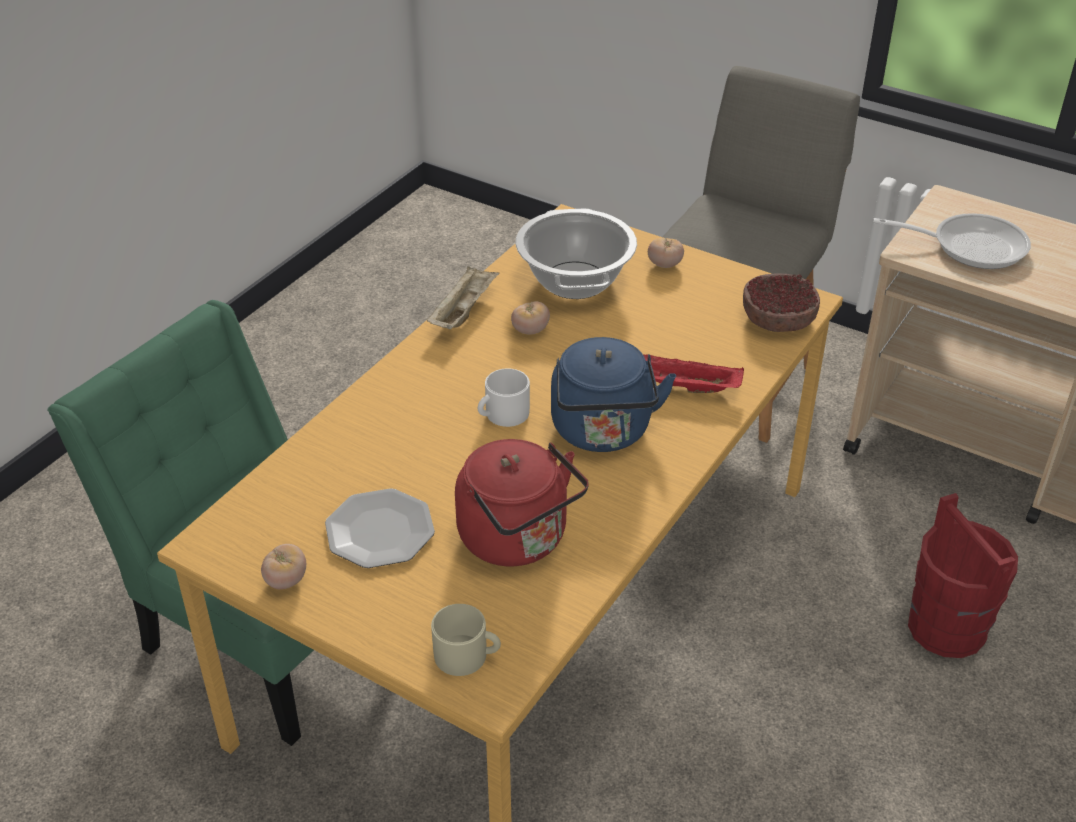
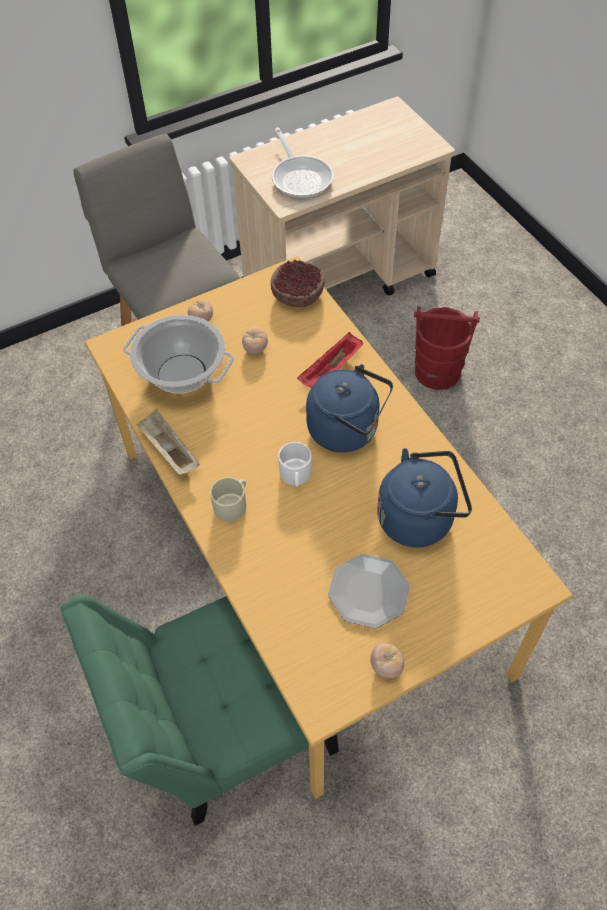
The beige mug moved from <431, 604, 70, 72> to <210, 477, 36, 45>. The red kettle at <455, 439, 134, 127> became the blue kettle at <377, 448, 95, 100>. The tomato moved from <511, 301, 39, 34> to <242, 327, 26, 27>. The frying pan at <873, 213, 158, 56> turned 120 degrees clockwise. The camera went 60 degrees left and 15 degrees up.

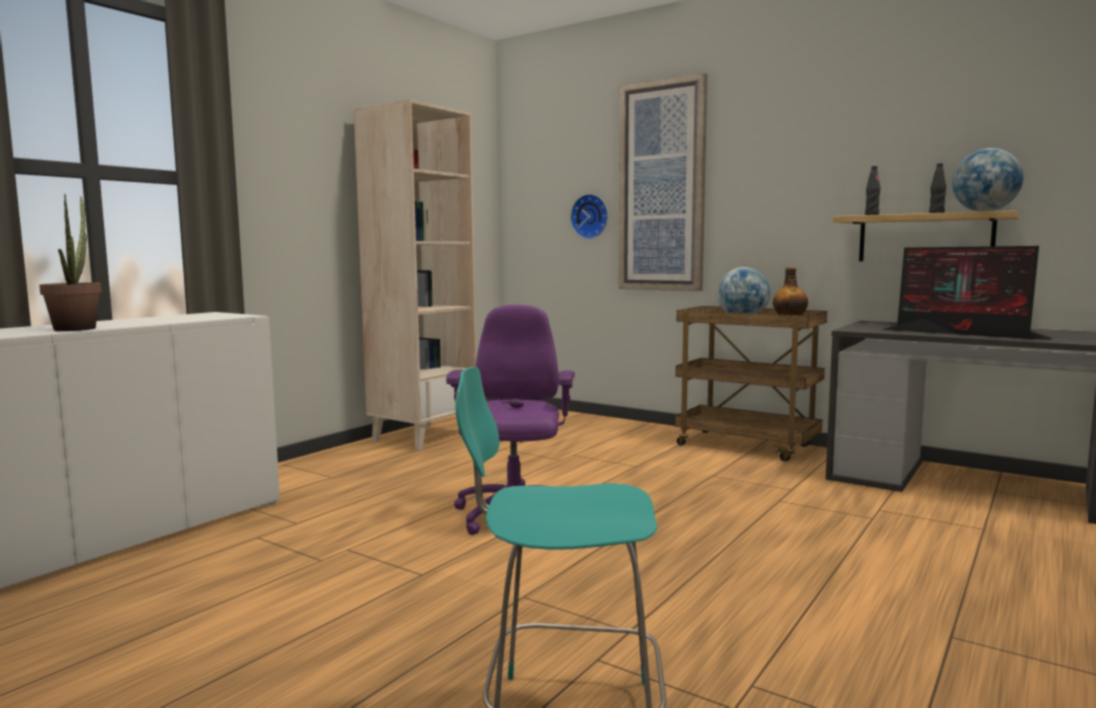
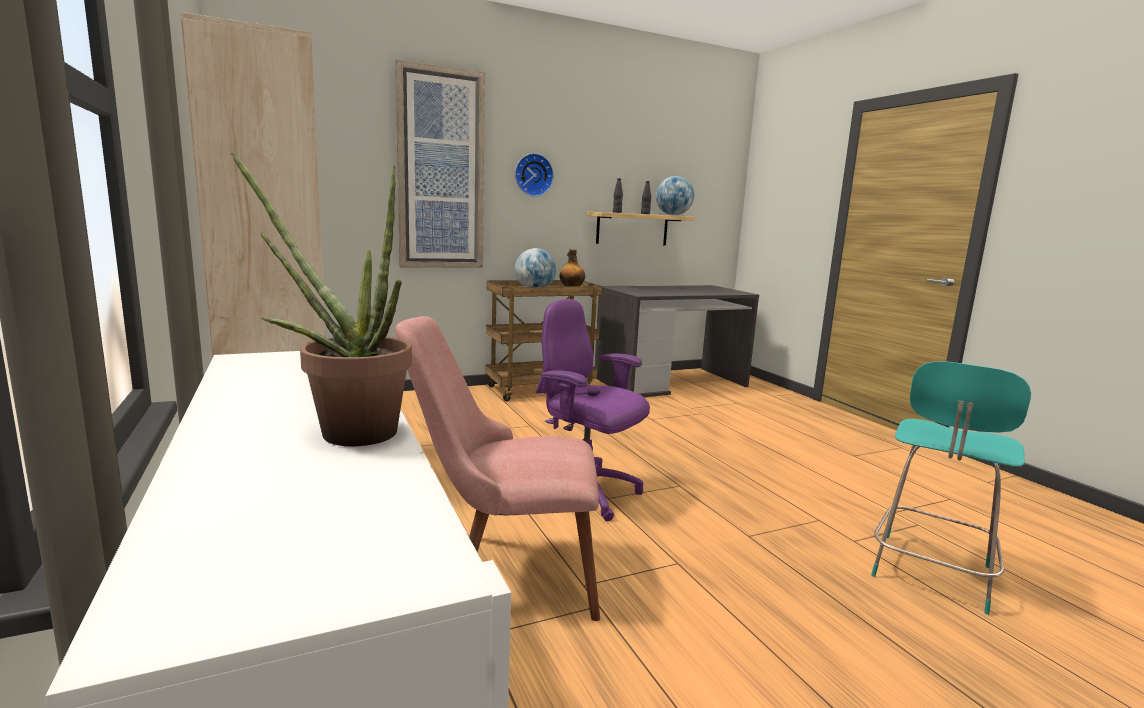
The wall clock moved from <570, 194, 38, 45> to <515, 153, 39, 44>. The monitor at <881, 246, 171, 94> disappeared. The pink chair at <395, 316, 205, 305> appeared. The camera went 60 degrees left and 5 degrees up.

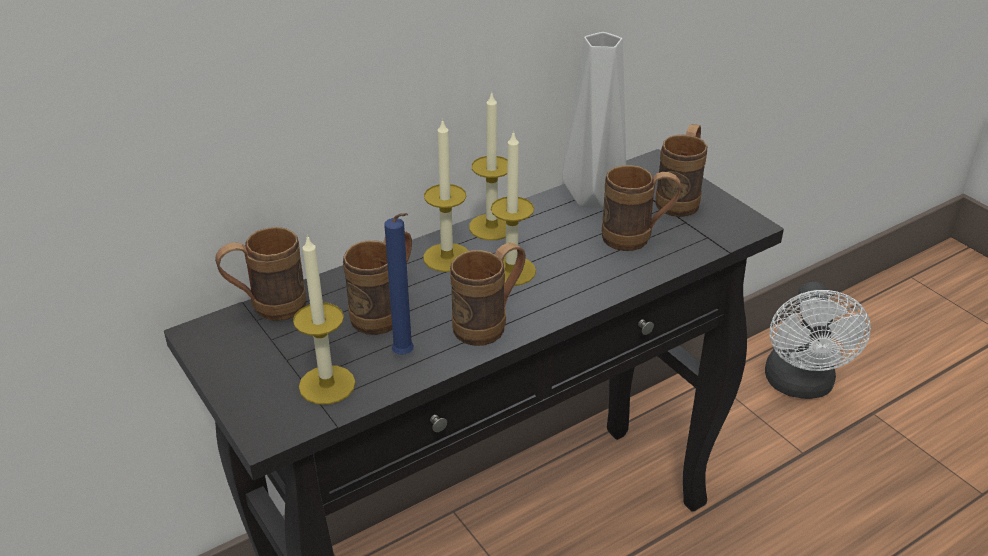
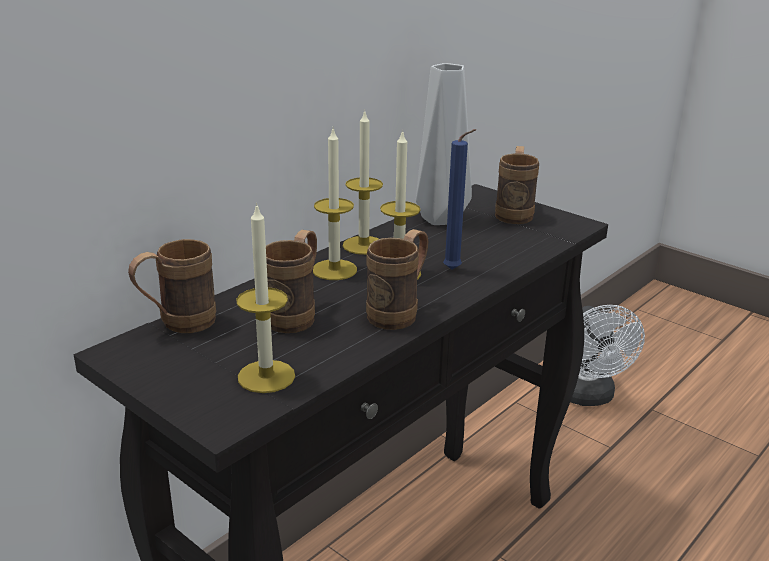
The blue candle moved from <384, 213, 30, 142> to <443, 129, 33, 141>. The brown mug at <602, 165, 79, 86> disappeared. The camera went 15 degrees left and 10 degrees down.

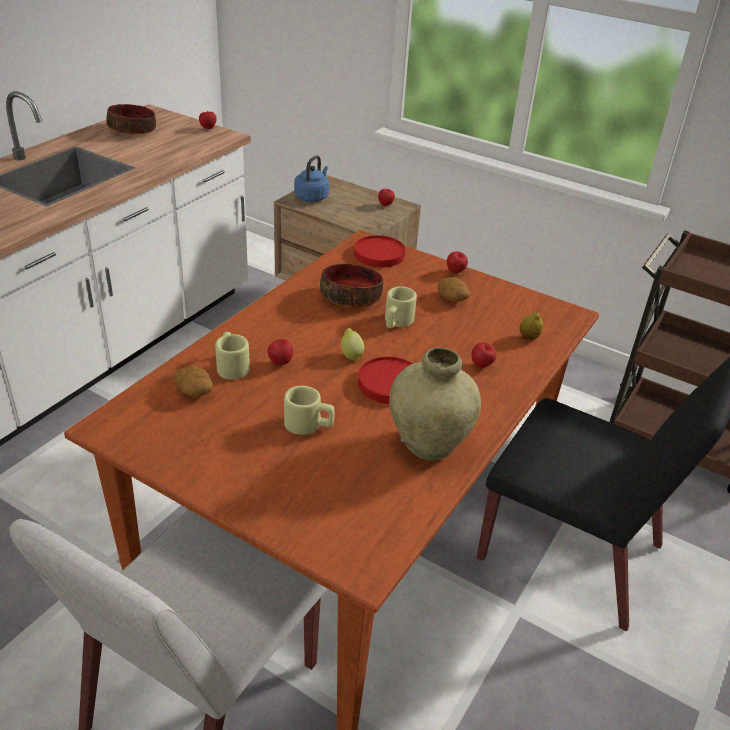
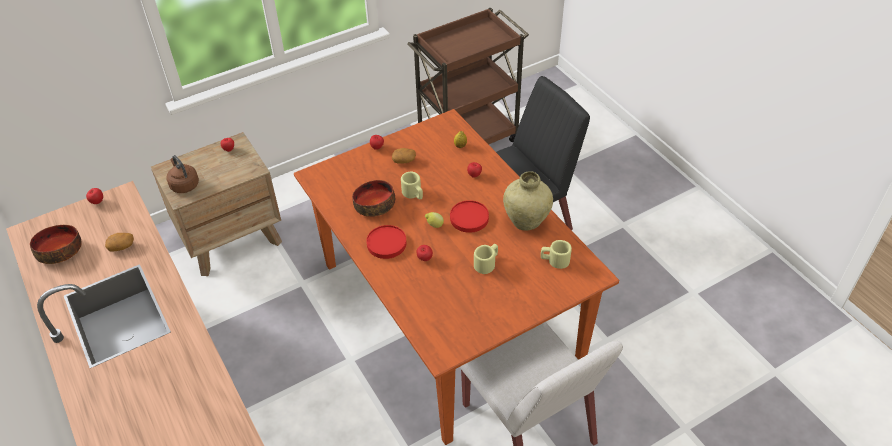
The potato moved from <174, 366, 39, 31> to <105, 233, 29, 19>. The beige mug moved from <215, 332, 35, 48> to <541, 240, 31, 29>. The blue kettle at <294, 155, 35, 47> became the brown kettle at <167, 155, 32, 38>. The red plate moved from <354, 235, 51, 32> to <366, 225, 41, 34>. The camera went 60 degrees left and 10 degrees up.

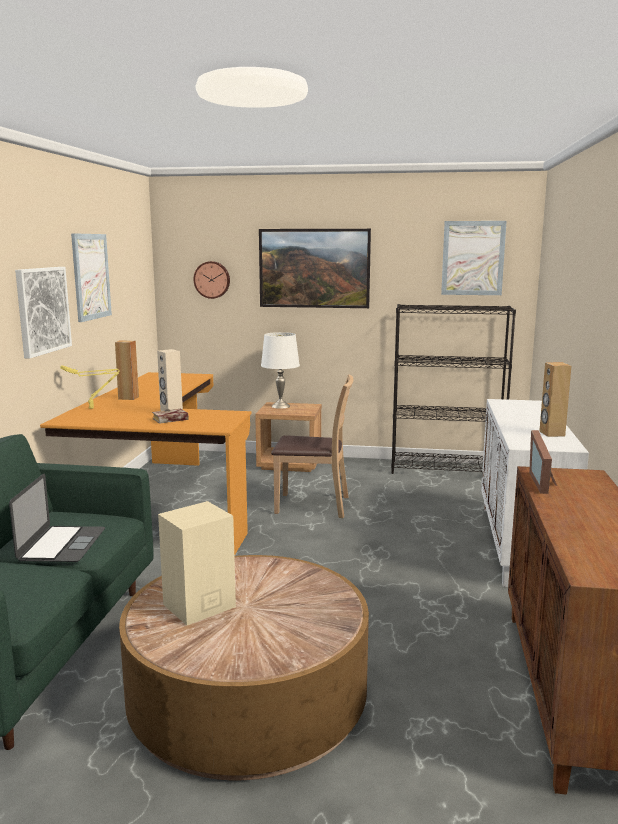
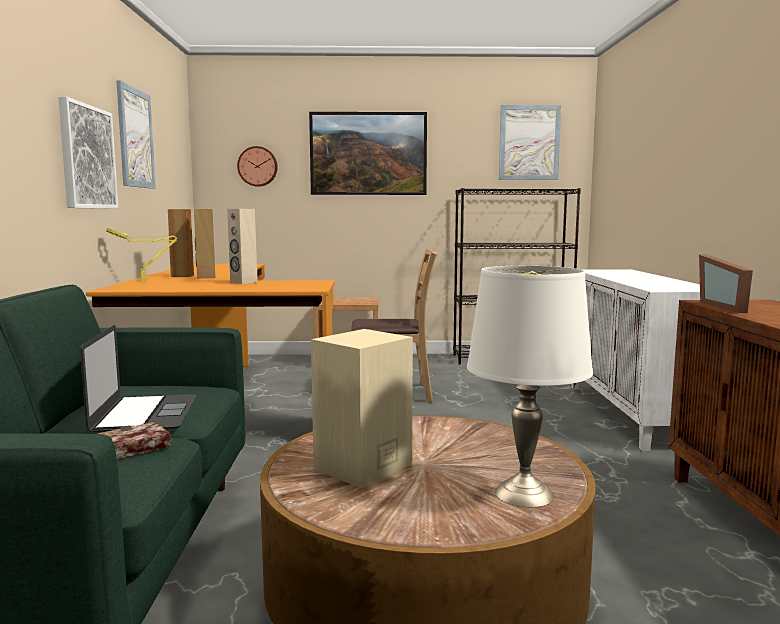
The book moved from <152, 409, 37, 15> to <97, 422, 74, 37>. The white table lamp moved from <261, 332, 39, 77> to <467, 266, 126, 241>. The brown speaker moved from <539, 362, 32, 75> to <194, 209, 21, 70>. The camera went 10 degrees left and 5 degrees down.

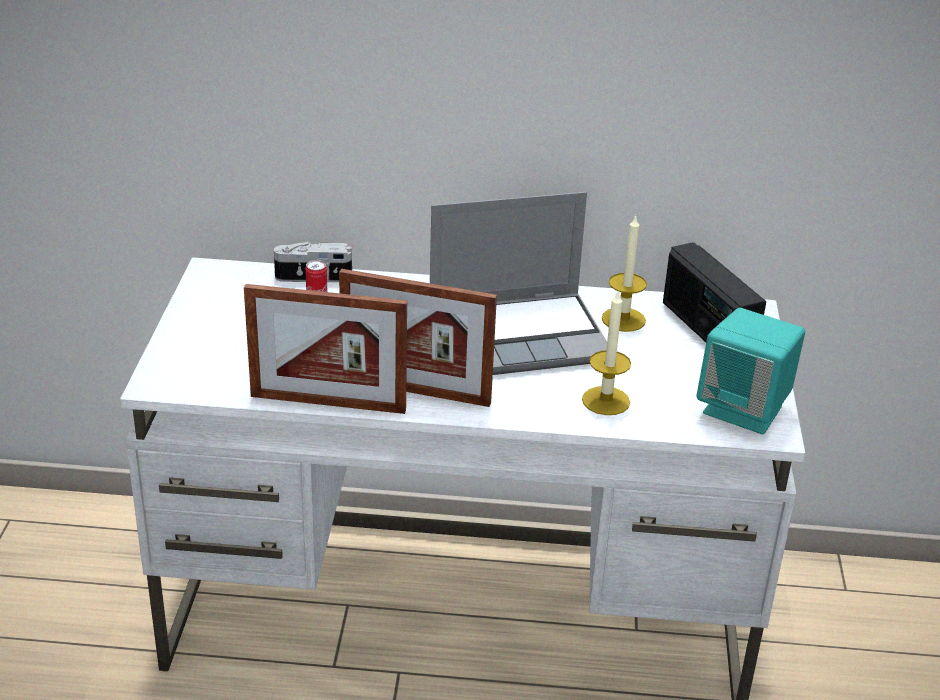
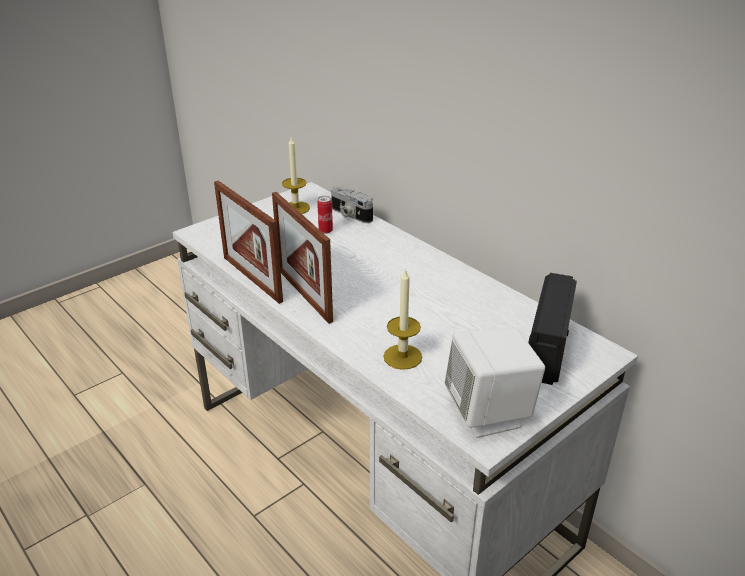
The laptop at <430, 192, 177, 183> disappeared. The candle moved from <602, 215, 45, 117> to <282, 137, 28, 77>. The turquoise speaker at <696, 308, 109, 126> became the white speaker at <445, 328, 100, 110>. The camera went 45 degrees right and 0 degrees up.

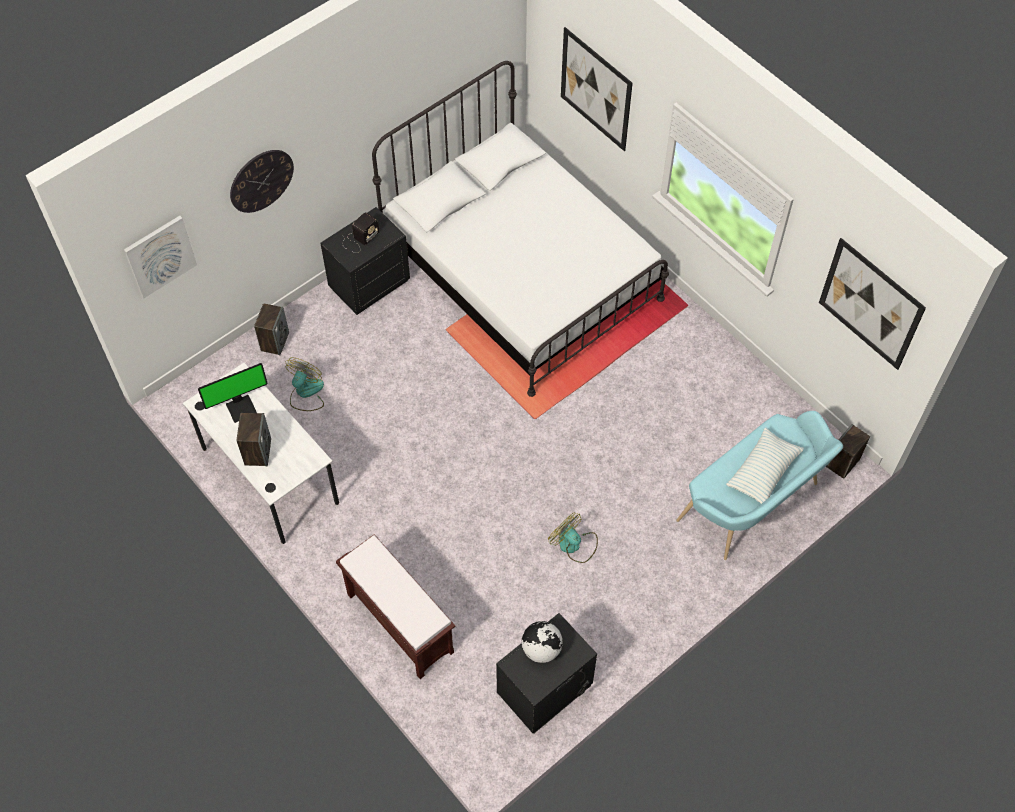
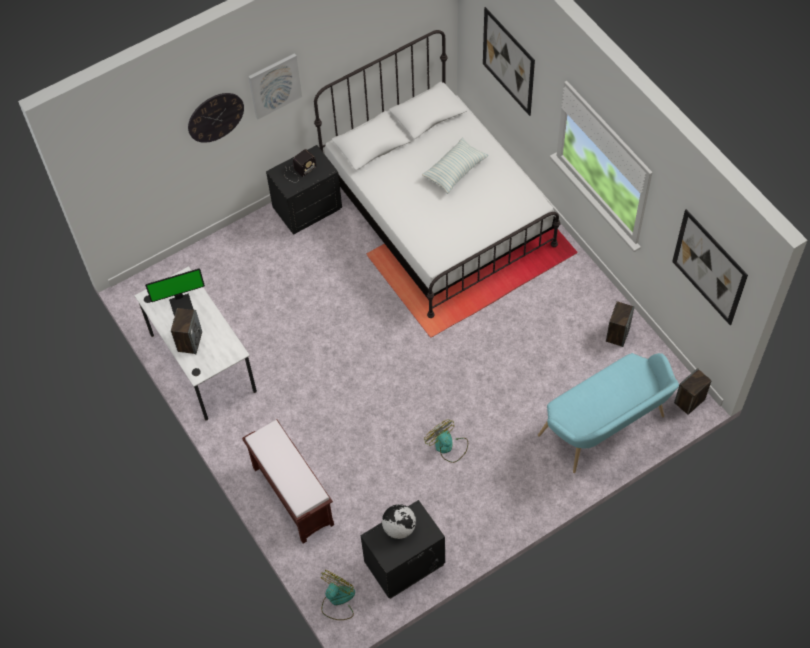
The picture moved from <124, 216, 73, 82> to <248, 53, 54, 66>. The speaker moved from <254, 303, 35, 52> to <606, 301, 29, 46>. The fan moved from <285, 357, 39, 54> to <321, 570, 34, 50>. The pillow moved from <726, 427, 78, 77> to <422, 138, 66, 56>. The camera went 10 degrees right and 0 degrees up.

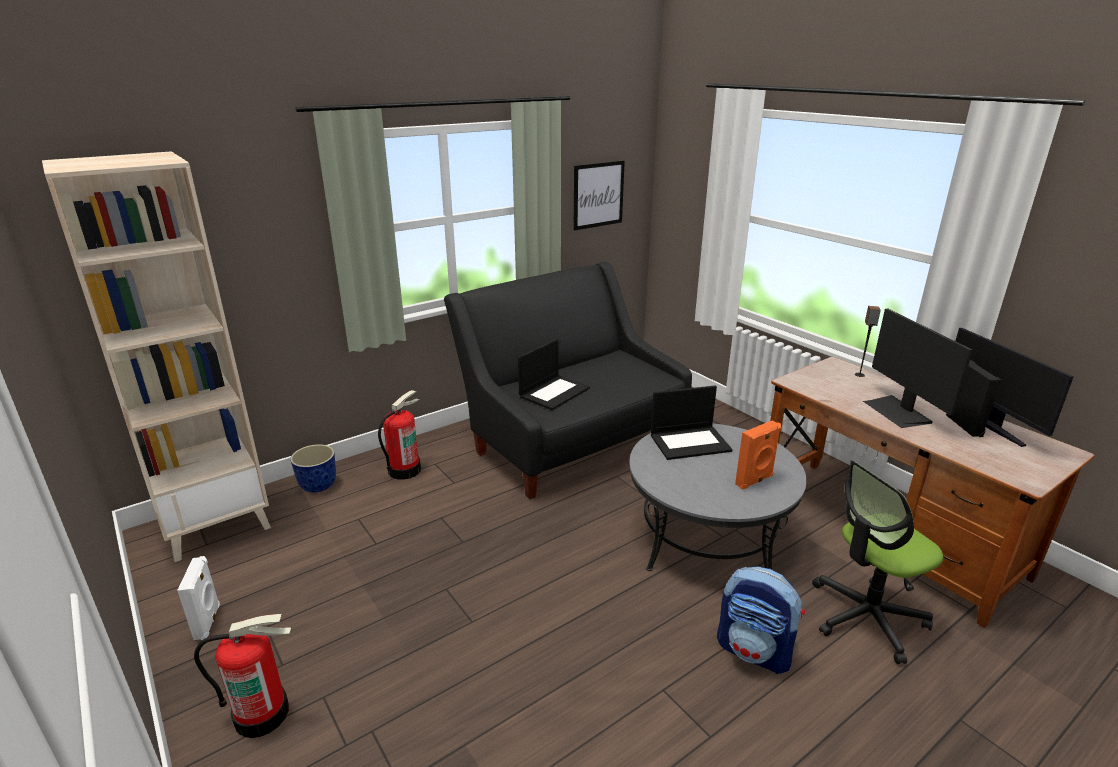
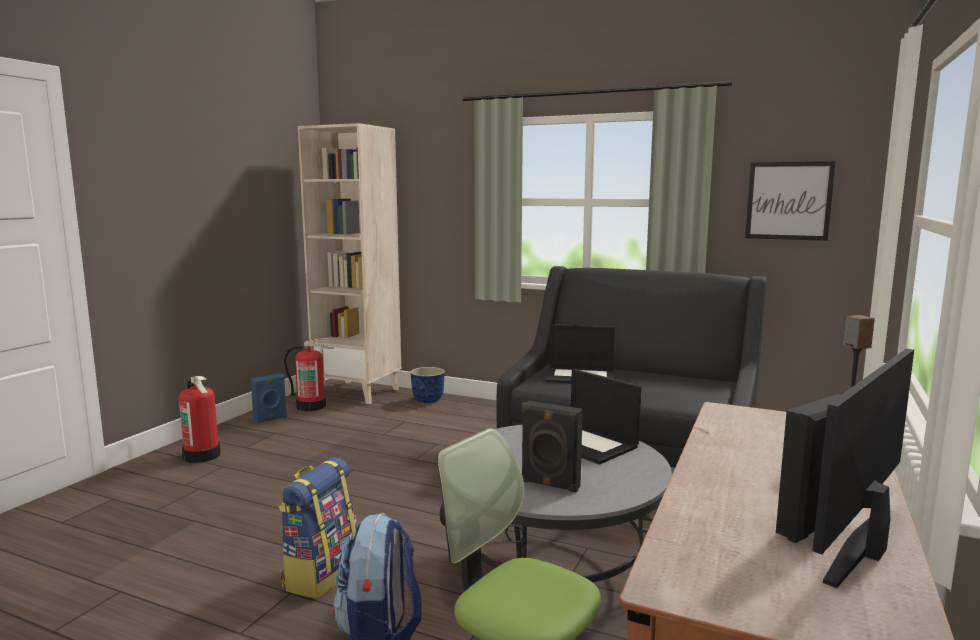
The white speaker at <177, 556, 43, 84> became the blue speaker at <251, 373, 36, 51>. The fire extinguisher moved from <378, 390, 43, 90> to <284, 338, 50, 73>. The orange speaker at <735, 420, 46, 70> became the black speaker at <522, 401, 61, 92>. The monitor at <863, 308, 110, 120> disappeared. The backpack at <279, 457, 78, 142> appeared. The camera went 60 degrees right and 15 degrees down.

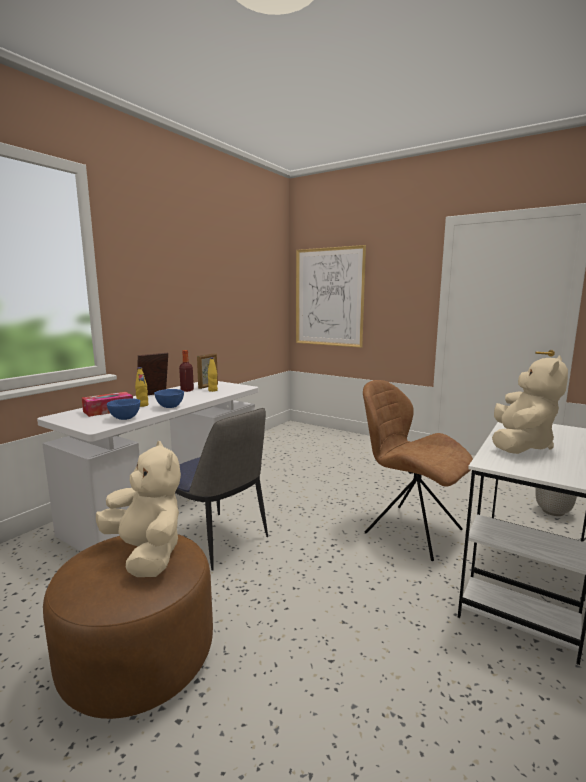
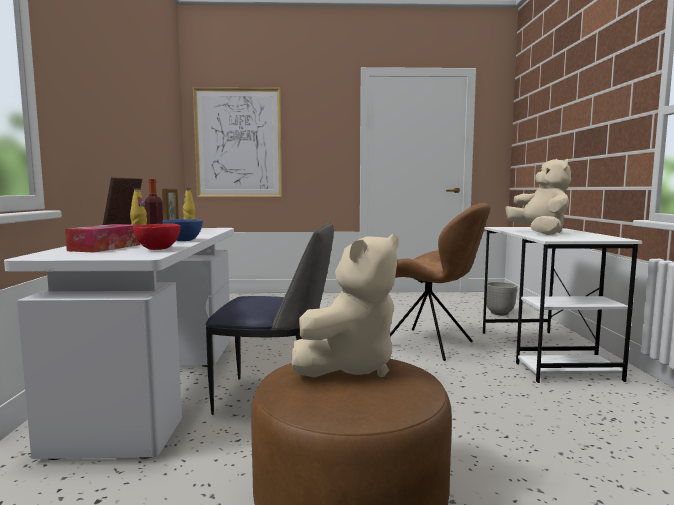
The beige plush toy at <96, 441, 85, 136> turned 120 degrees clockwise. The blue bowl at <107, 399, 33, 21> became the red bowl at <133, 224, 48, 26>. The brown chair at <363, 380, 110, 181> turned 150 degrees counterclockwise. The camera went 35 degrees left and 5 degrees down.

